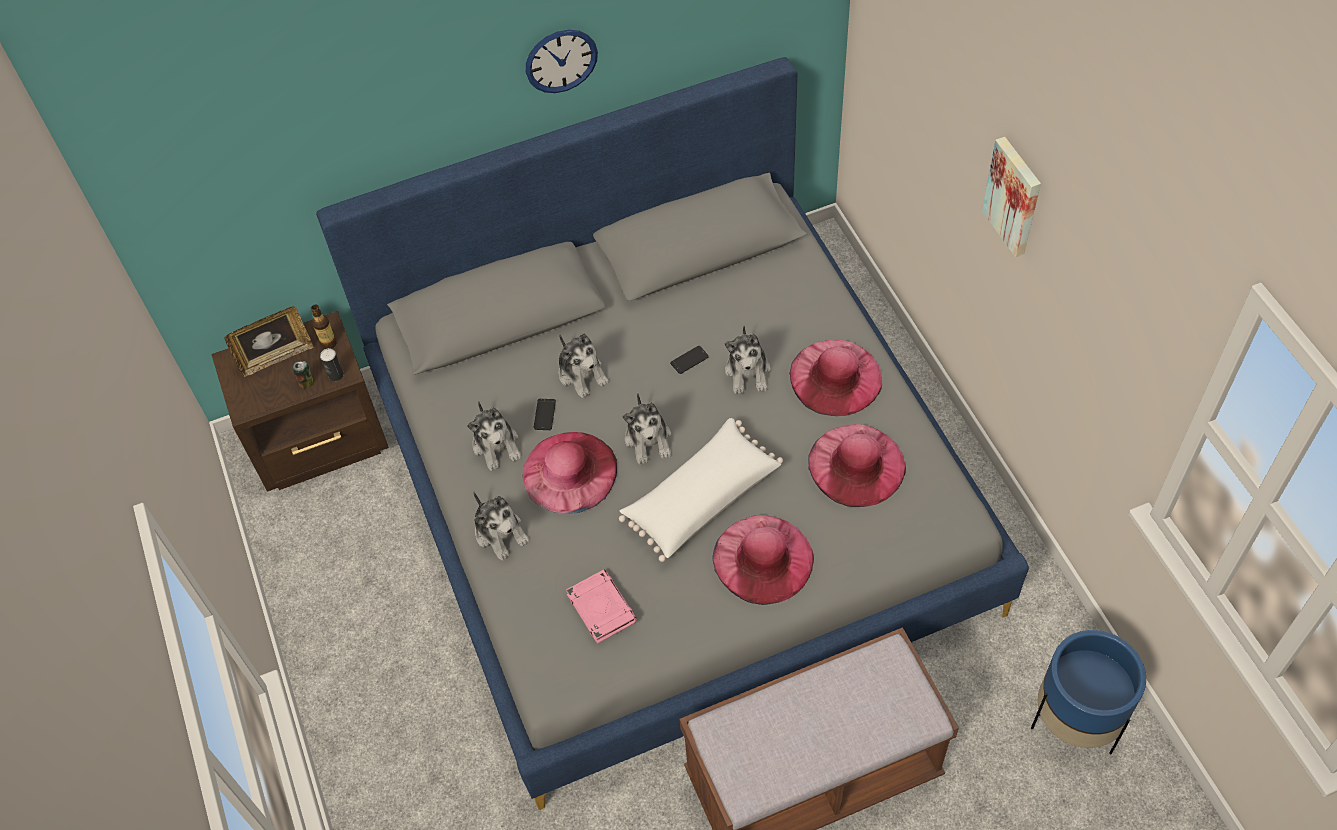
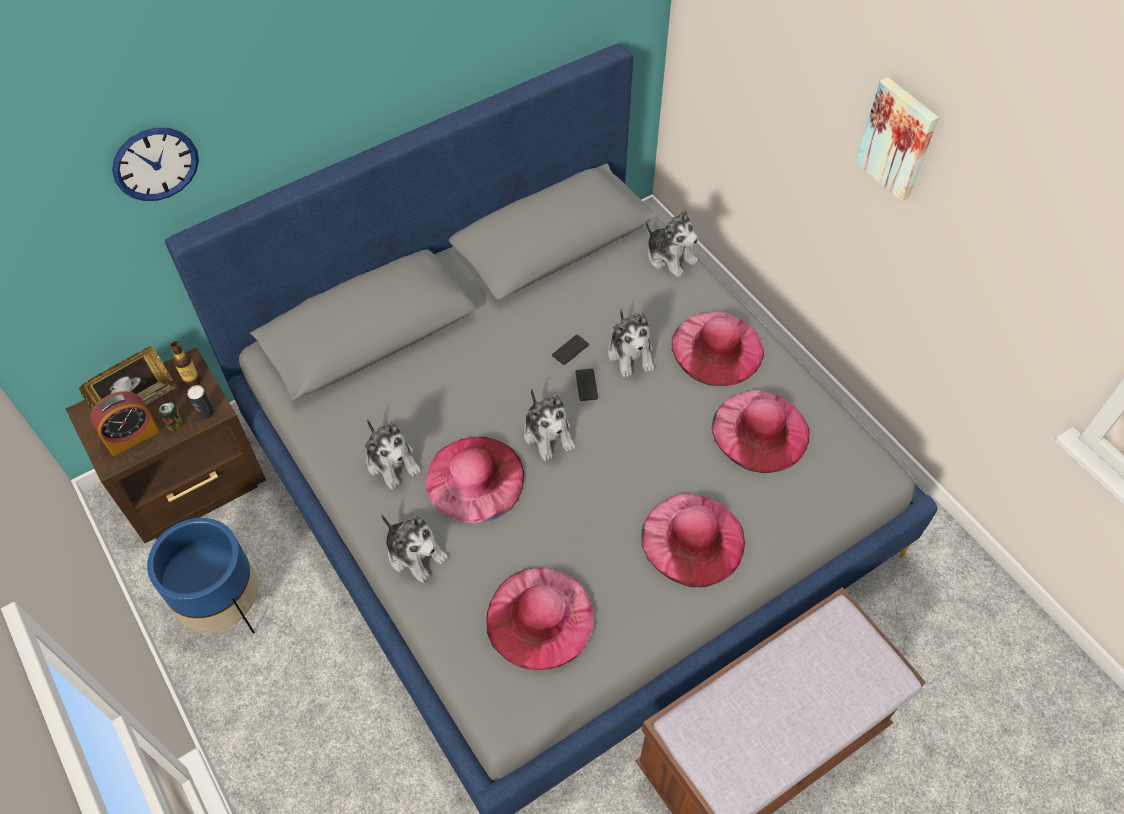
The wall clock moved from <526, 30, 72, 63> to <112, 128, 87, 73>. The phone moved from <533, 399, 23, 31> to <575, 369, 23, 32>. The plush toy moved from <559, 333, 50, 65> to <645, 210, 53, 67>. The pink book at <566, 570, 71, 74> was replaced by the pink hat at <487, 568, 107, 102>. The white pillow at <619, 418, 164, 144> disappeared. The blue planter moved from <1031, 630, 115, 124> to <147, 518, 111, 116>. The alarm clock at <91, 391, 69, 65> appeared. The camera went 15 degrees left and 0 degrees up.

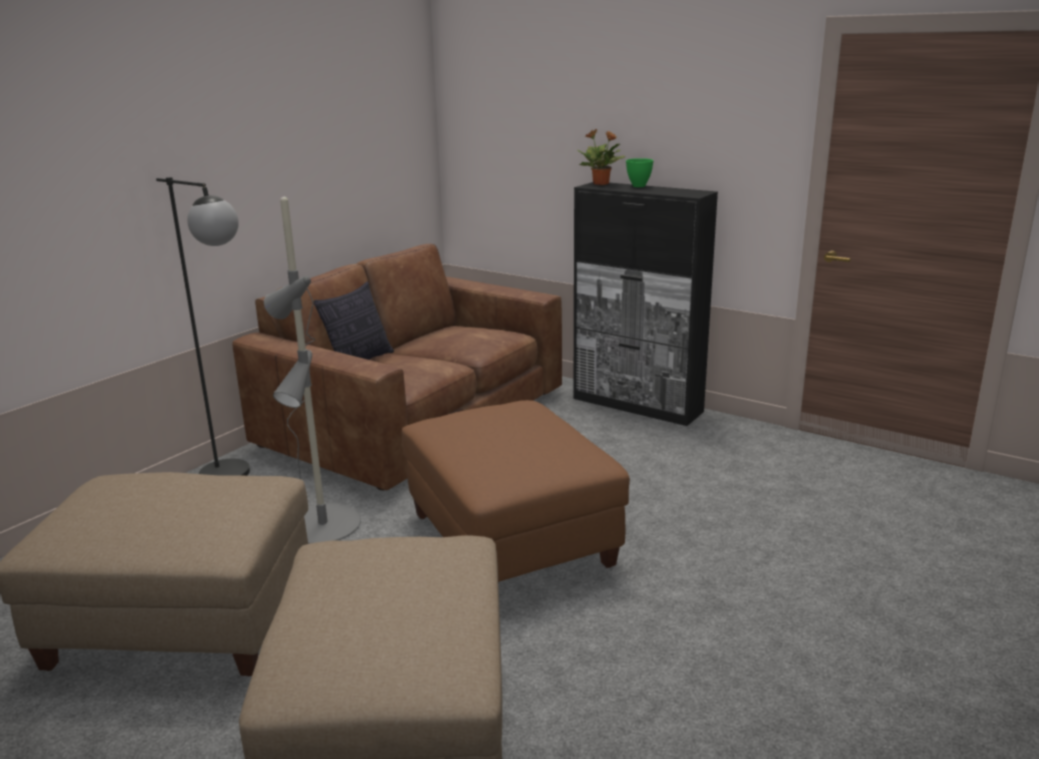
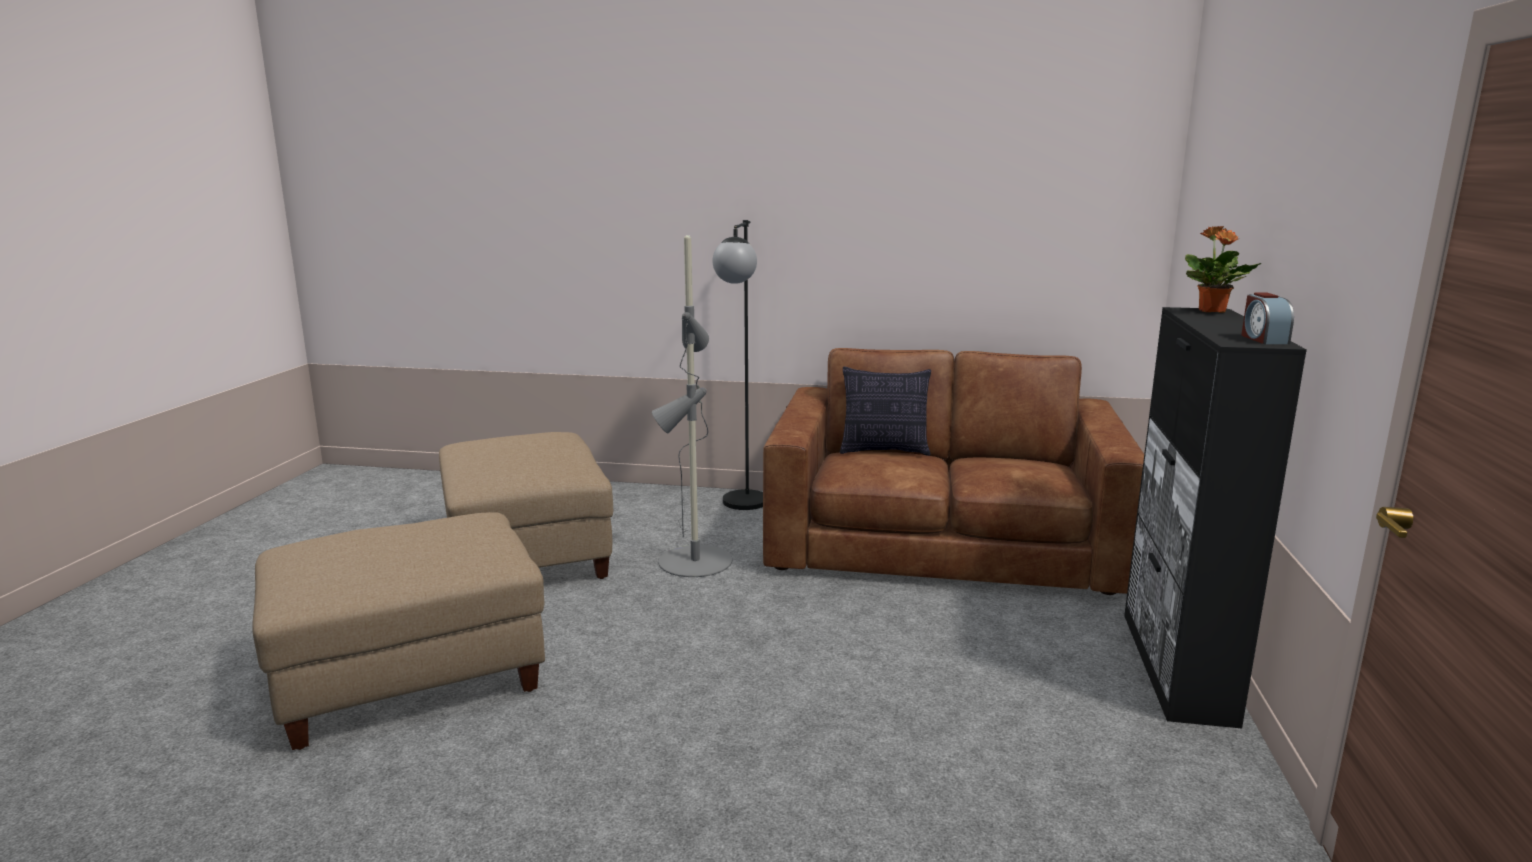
The brown ottoman at <402, 400, 228, 182> disappeared. The green bowl at <626, 158, 27, 29> disappeared. The alarm clock at <1241, 293, 53, 51> appeared. The camera went 65 degrees right and 5 degrees down.

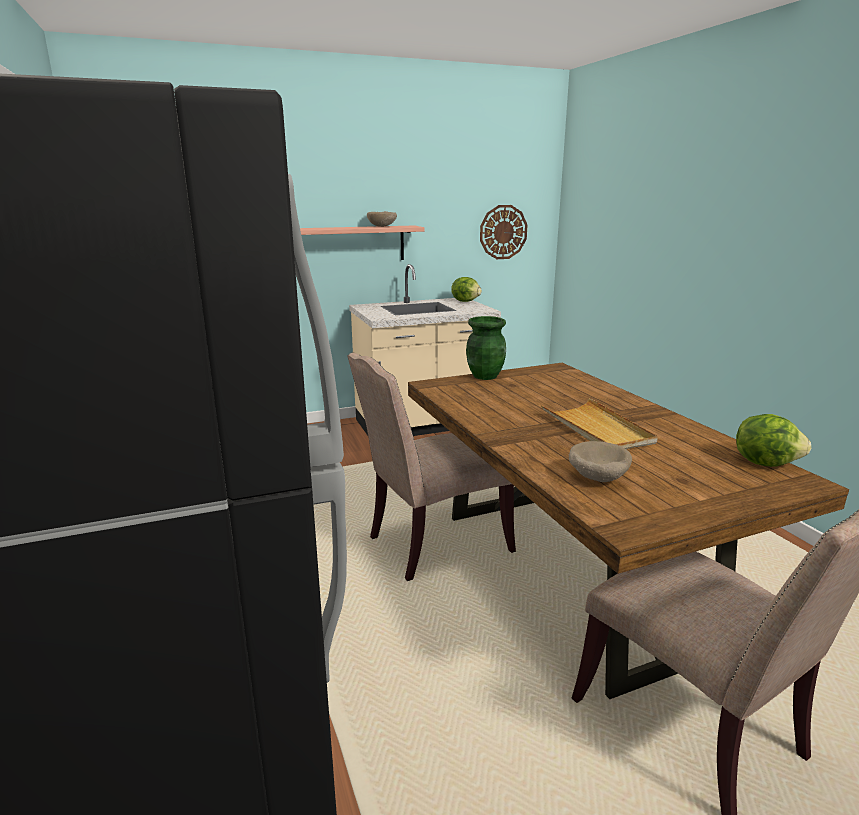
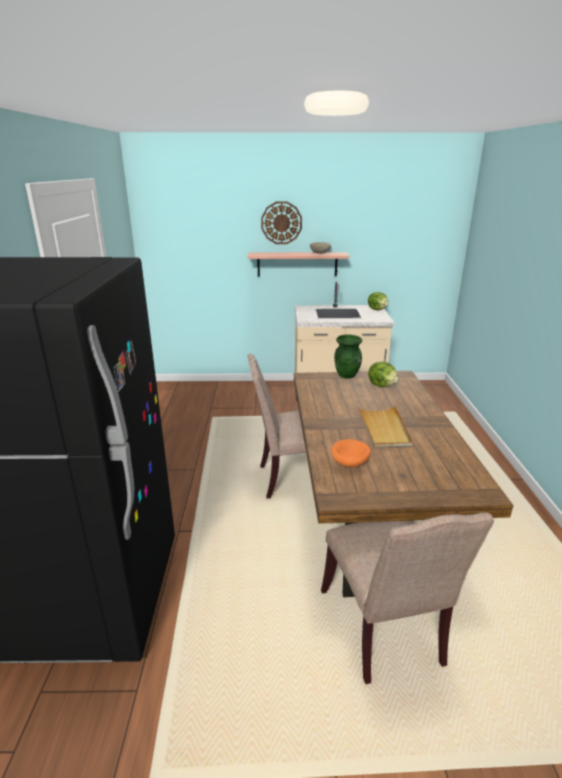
The wall clock moved from <480, 205, 47, 54> to <261, 201, 41, 43>. The beige bowl at <569, 441, 63, 41> became the orange bowl at <331, 439, 40, 29>. The lettuce moved from <736, 414, 75, 53> to <368, 362, 31, 25>. The camera went 20 degrees right and 5 degrees up.

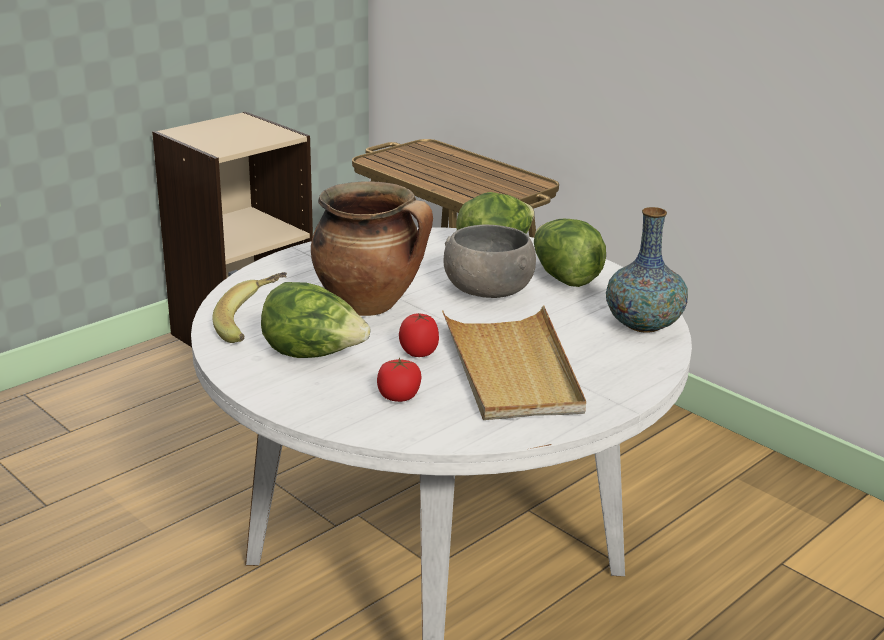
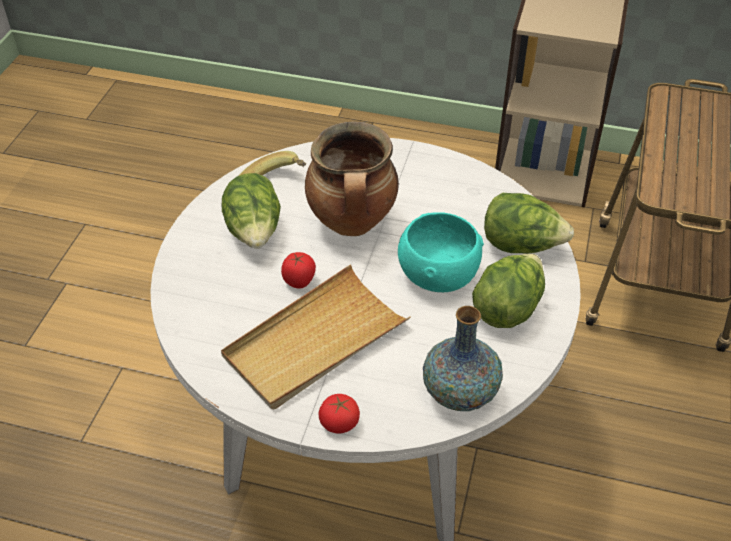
The tomato moved from <377, 358, 44, 44> to <319, 394, 41, 40>. The grey bowl at <443, 225, 93, 73> became the turquoise bowl at <398, 212, 86, 80>. The camera went 60 degrees right and 20 degrees up.

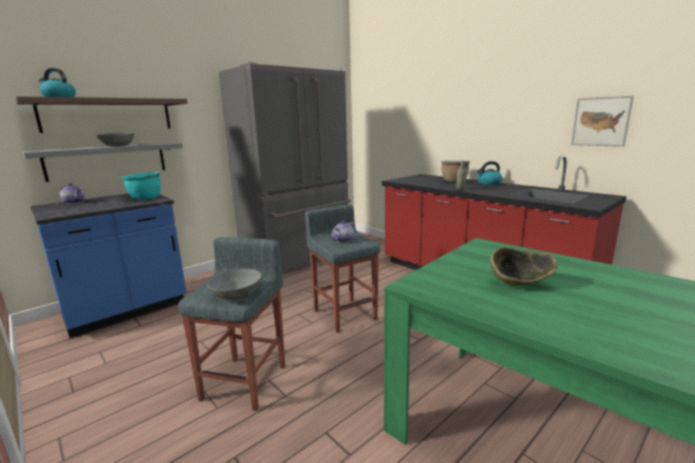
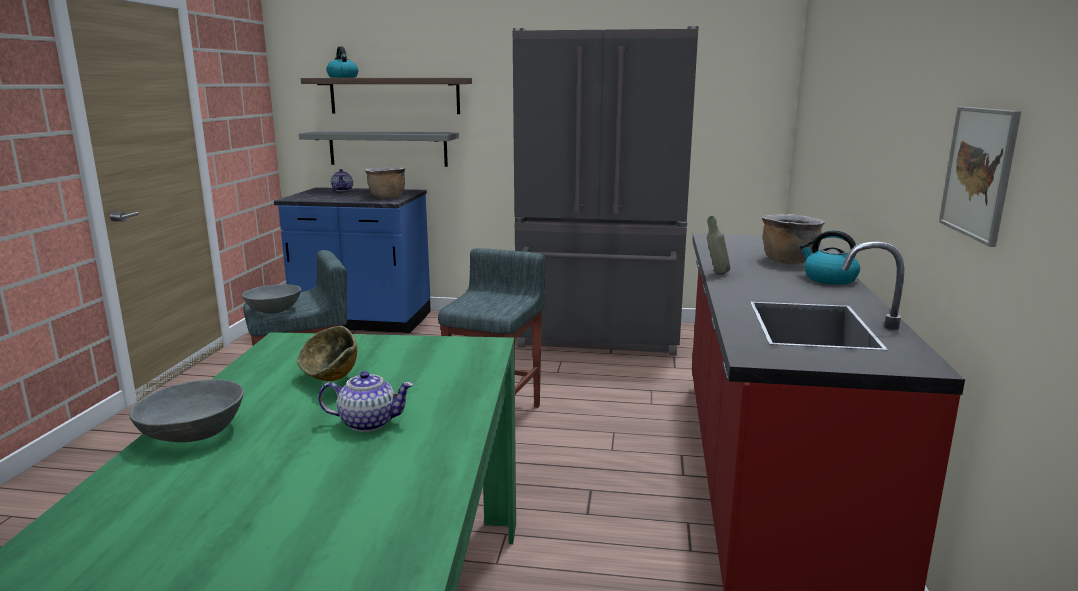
The grey bowl moved from <96, 133, 38, 13> to <130, 379, 114, 63>. The turquoise cooking pot at <122, 172, 39, 28> became the brown cooking pot at <365, 167, 40, 32>. The teapot moved from <332, 220, 22, 22> to <318, 371, 96, 61>. The camera went 50 degrees right and 0 degrees up.

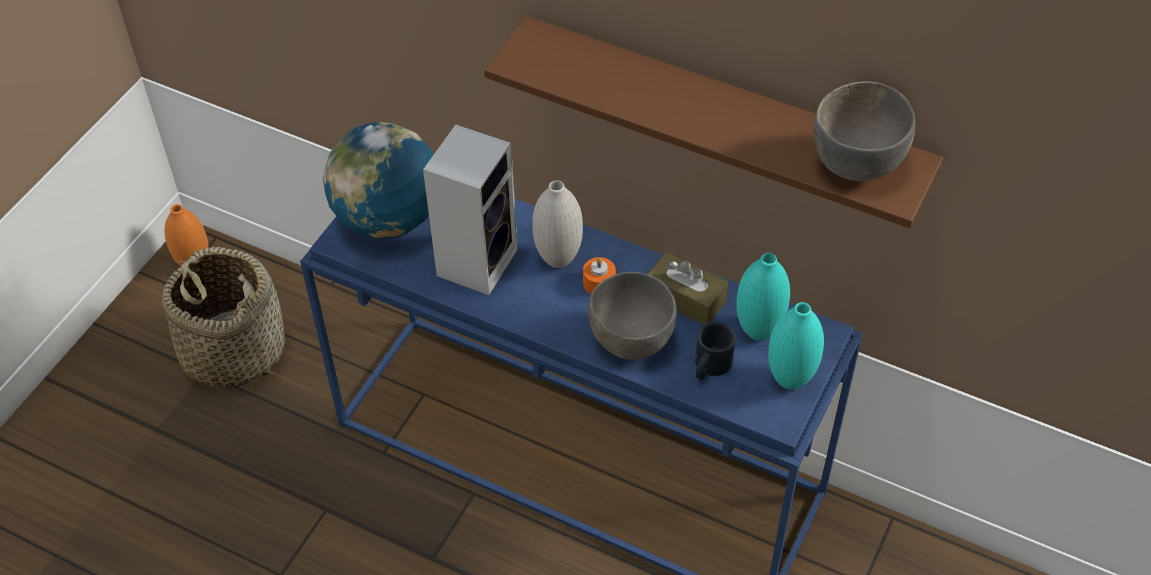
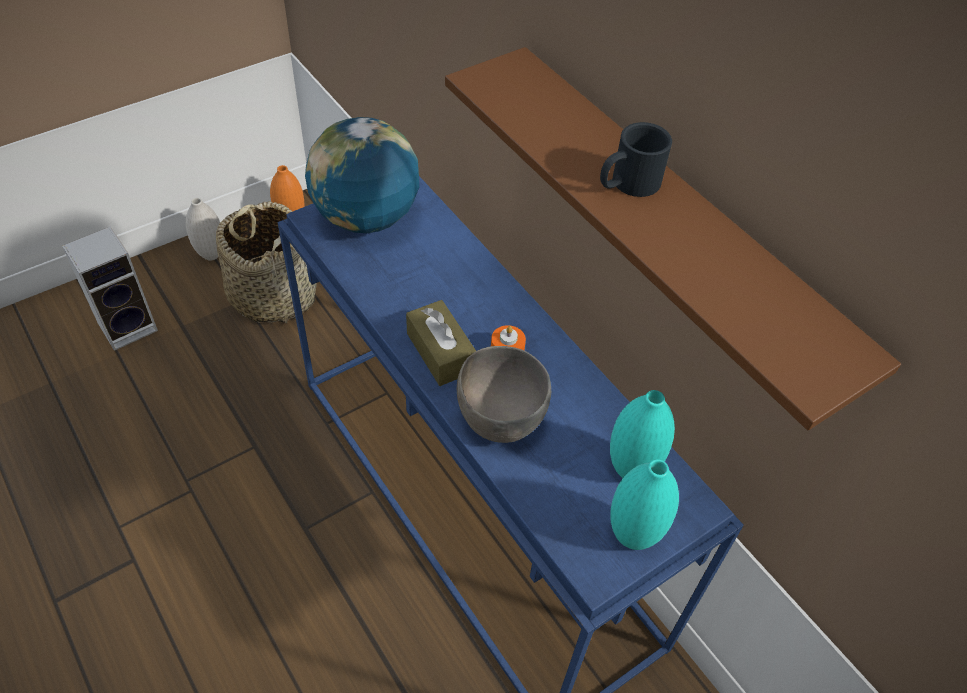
The speaker moved from <423, 125, 95, 170> to <62, 227, 96, 124>. The white vase moved from <532, 180, 51, 88> to <186, 198, 34, 63>. The brown tissue box moved from <648, 252, 80, 73> to <406, 300, 70, 86>. The black mug moved from <695, 322, 41, 58> to <600, 122, 72, 75>. The grey bowl at <814, 81, 101, 100> disappeared. The camera went 25 degrees right and 0 degrees up.

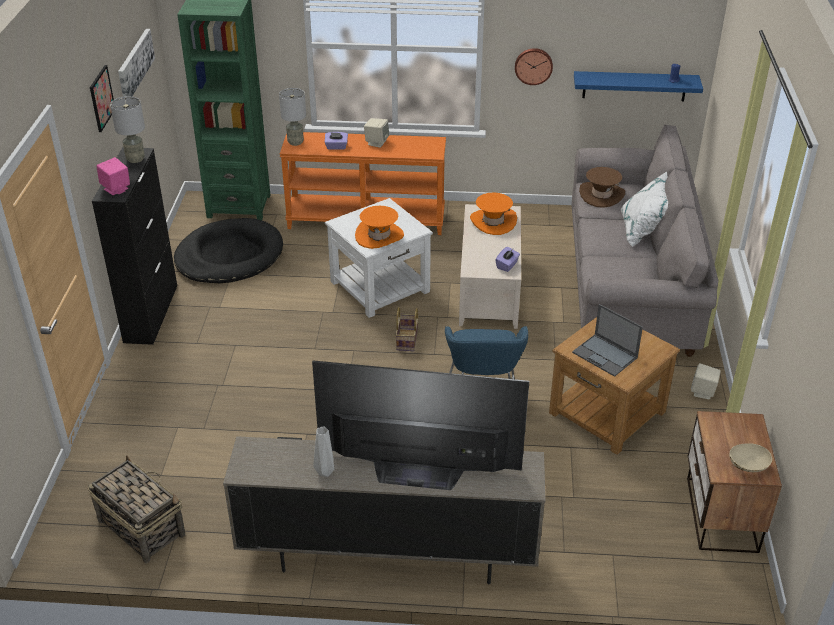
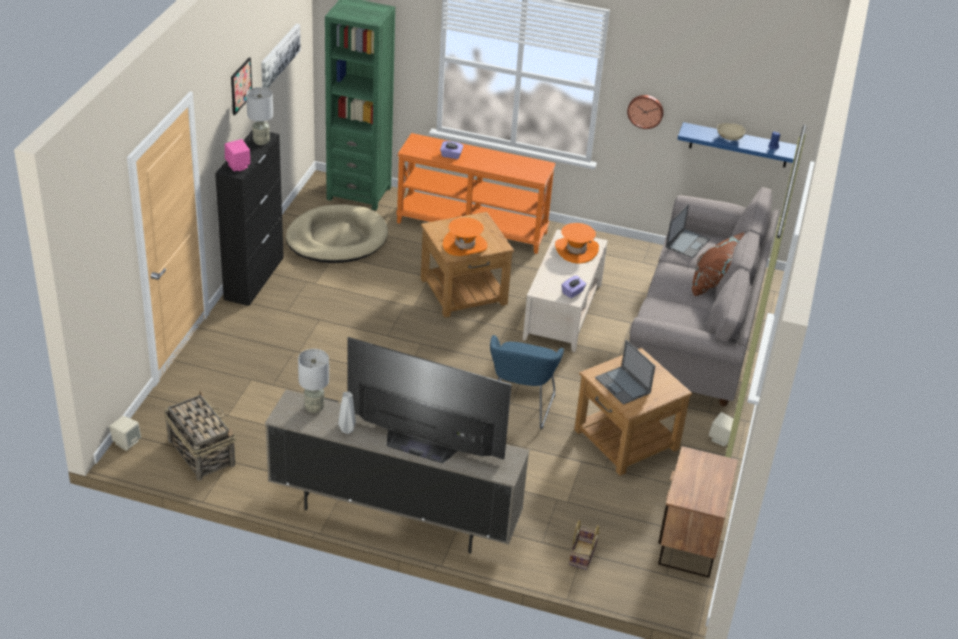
The black dog bed at <174, 218, 109, 65> became the beige dog bed at <286, 204, 102, 59>. The grey table lamp moved from <279, 88, 27, 58> to <298, 349, 31, 64>. The white side table at <325, 198, 108, 120> became the brown side table at <421, 212, 93, 106>. The beige speaker moved from <364, 118, 25, 30> to <109, 416, 32, 35>. The basket moved from <395, 307, 23, 44> to <569, 520, 31, 50>. The brown hat at <579, 167, 46, 41> was replaced by the laptop at <666, 204, 44, 54>. The white pillow at <620, 172, 48, 75> became the brown pillow at <692, 232, 52, 64>. The beige bowl moved from <729, 443, 43, 29> to <717, 123, 29, 18>. The camera went 10 degrees right and 0 degrees up.

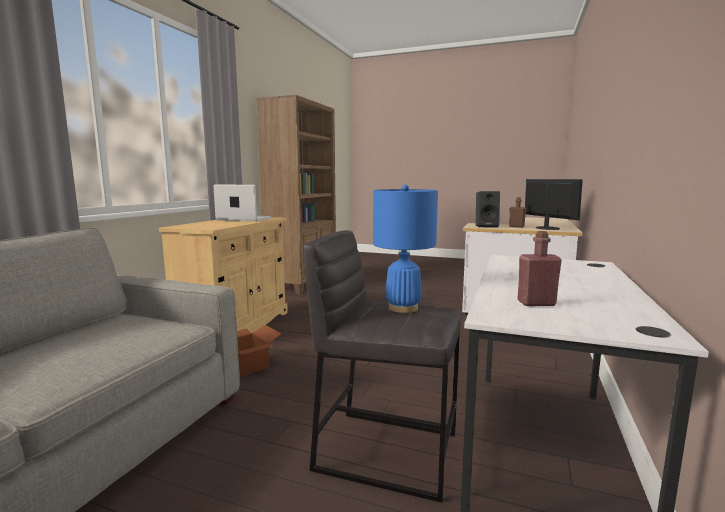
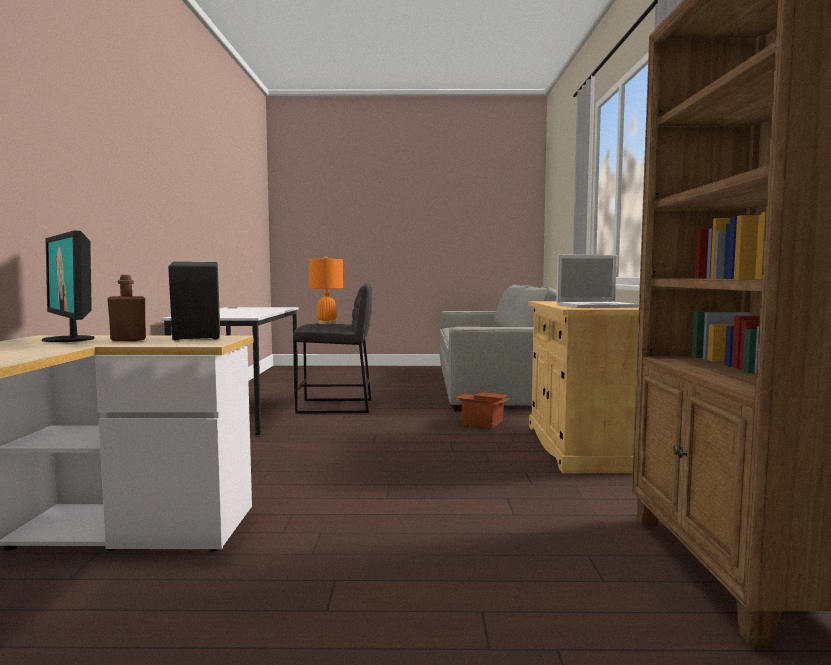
The blue table lamp at <373, 185, 65, 128> became the orange table lamp at <309, 256, 34, 68>. The red bottle at <517, 231, 45, 75> disappeared. The camera went 160 degrees right and 5 degrees down.

